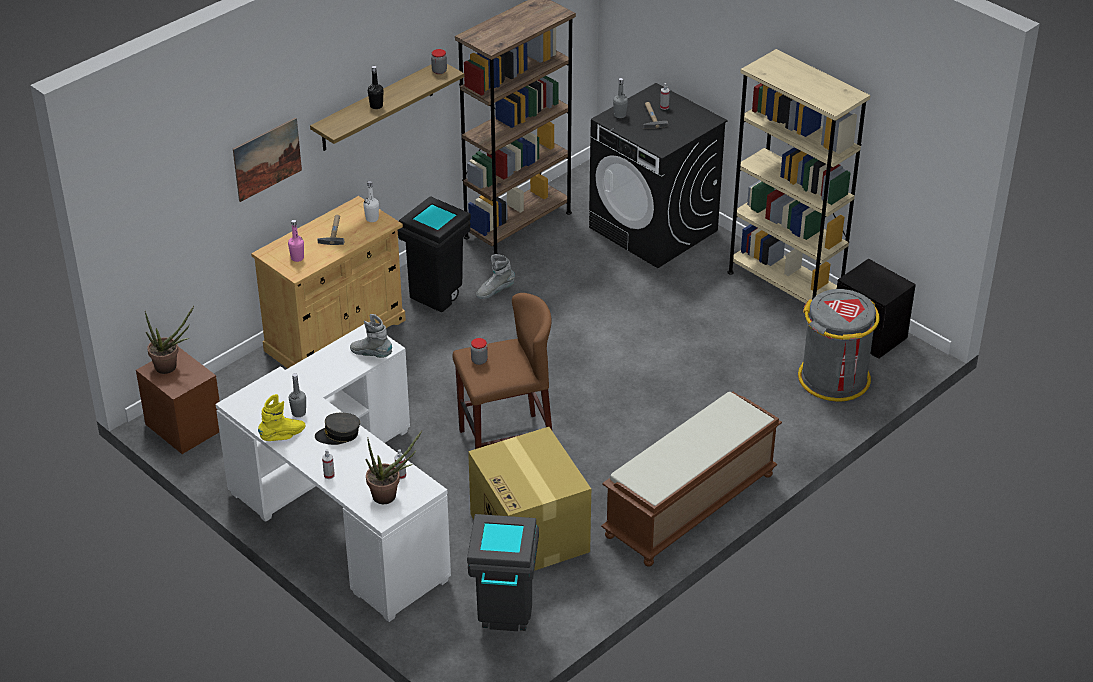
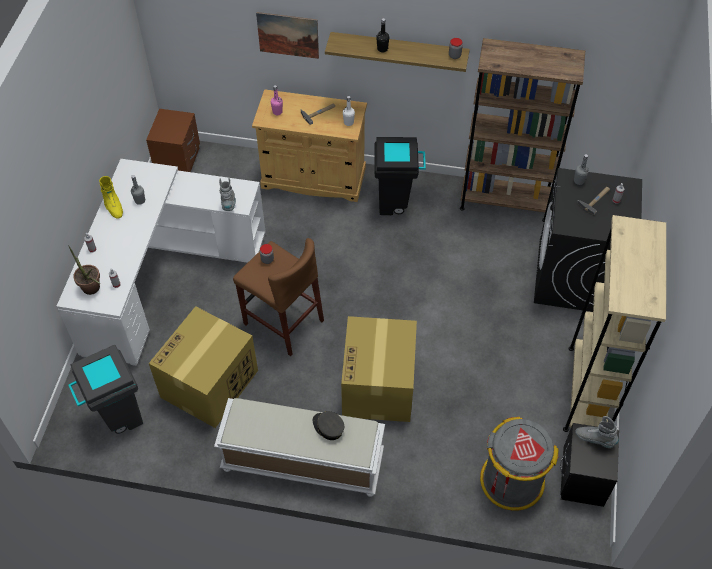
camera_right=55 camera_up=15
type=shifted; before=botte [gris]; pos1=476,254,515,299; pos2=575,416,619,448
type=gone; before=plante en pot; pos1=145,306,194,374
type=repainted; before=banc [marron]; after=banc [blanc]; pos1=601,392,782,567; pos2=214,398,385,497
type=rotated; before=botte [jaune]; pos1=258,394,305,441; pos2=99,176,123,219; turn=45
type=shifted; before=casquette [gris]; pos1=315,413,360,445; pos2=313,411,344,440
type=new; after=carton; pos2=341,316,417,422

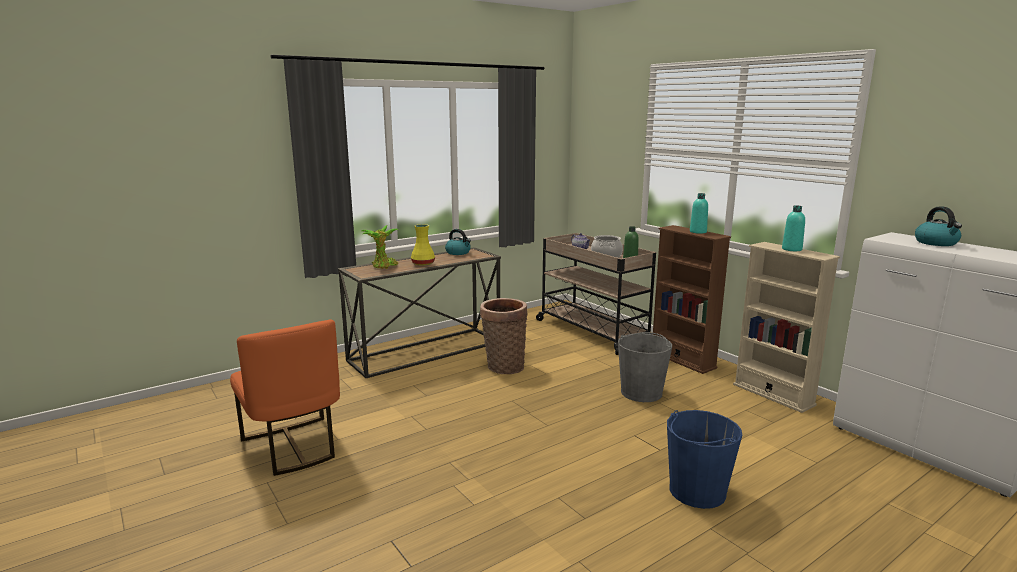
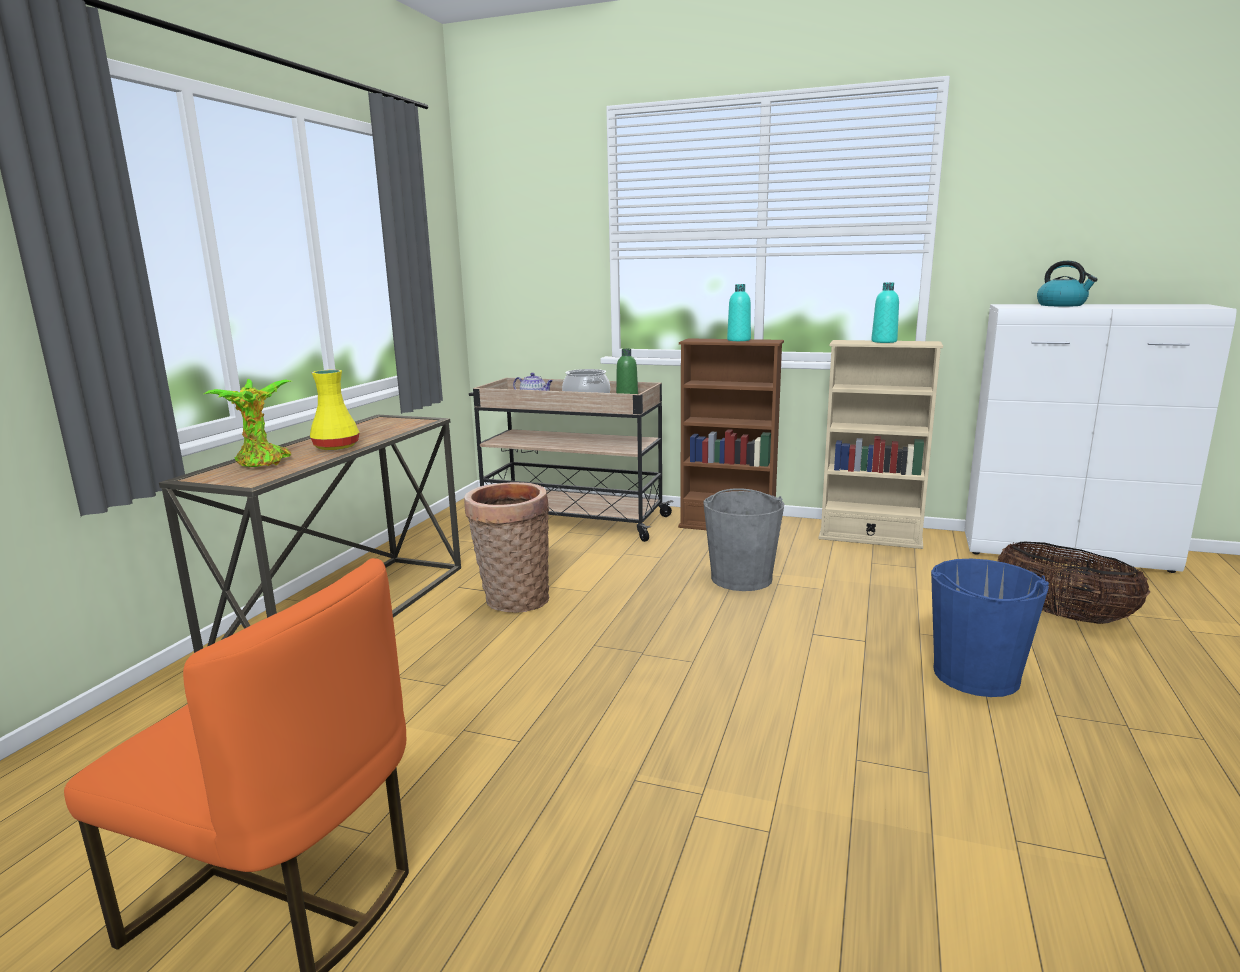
camera_right=-35 camera_up=0
type=gone; before=bouilloire; pos1=445,229,471,255
type=new; after=panier; pos2=998,542,1150,624

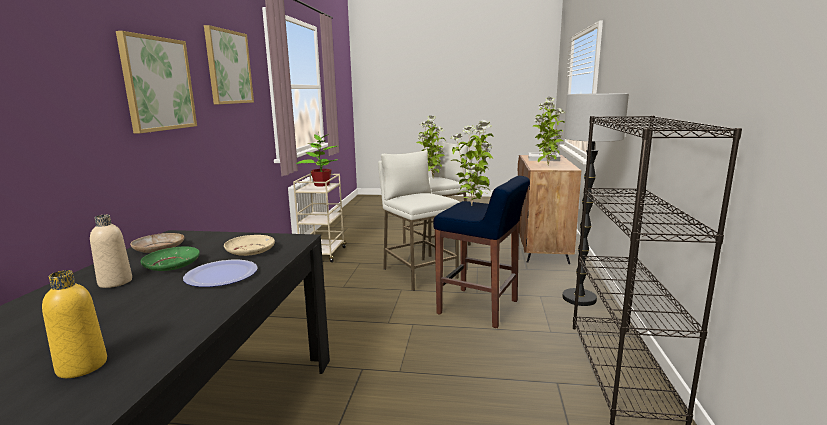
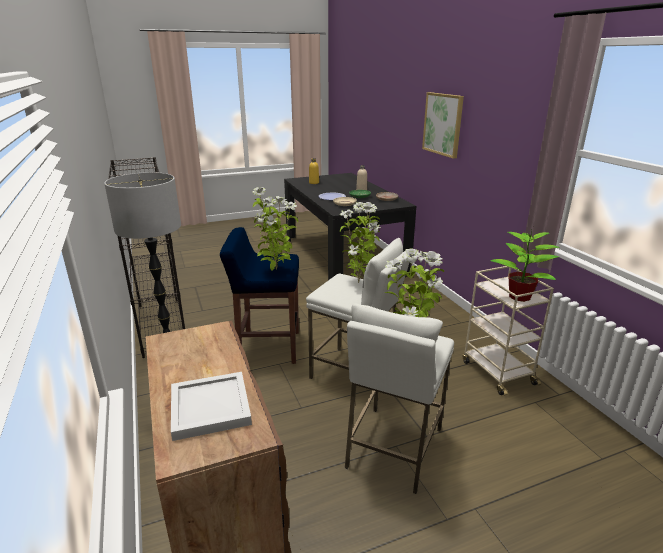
camera_right=150 camera_up=10
type=gone; before=tableau; pos1=204,25,254,104
type=shifted; before=plante en pot; pos1=532,97,565,166; pos2=339,202,381,283

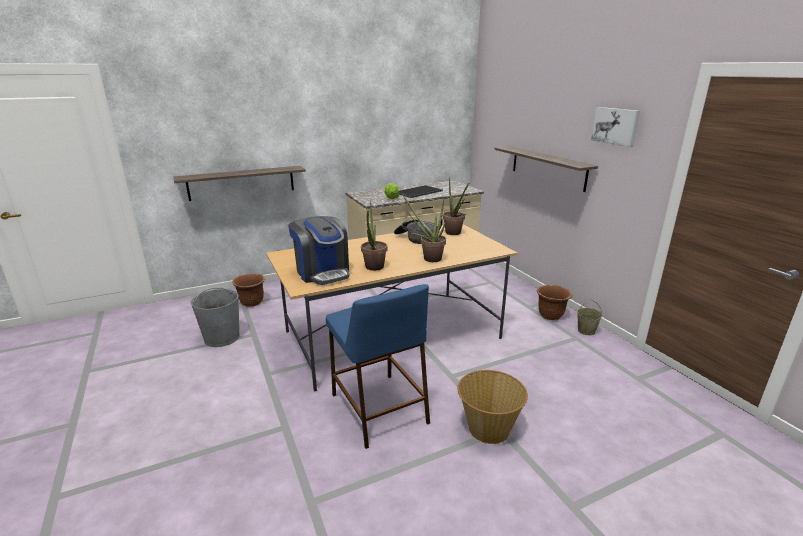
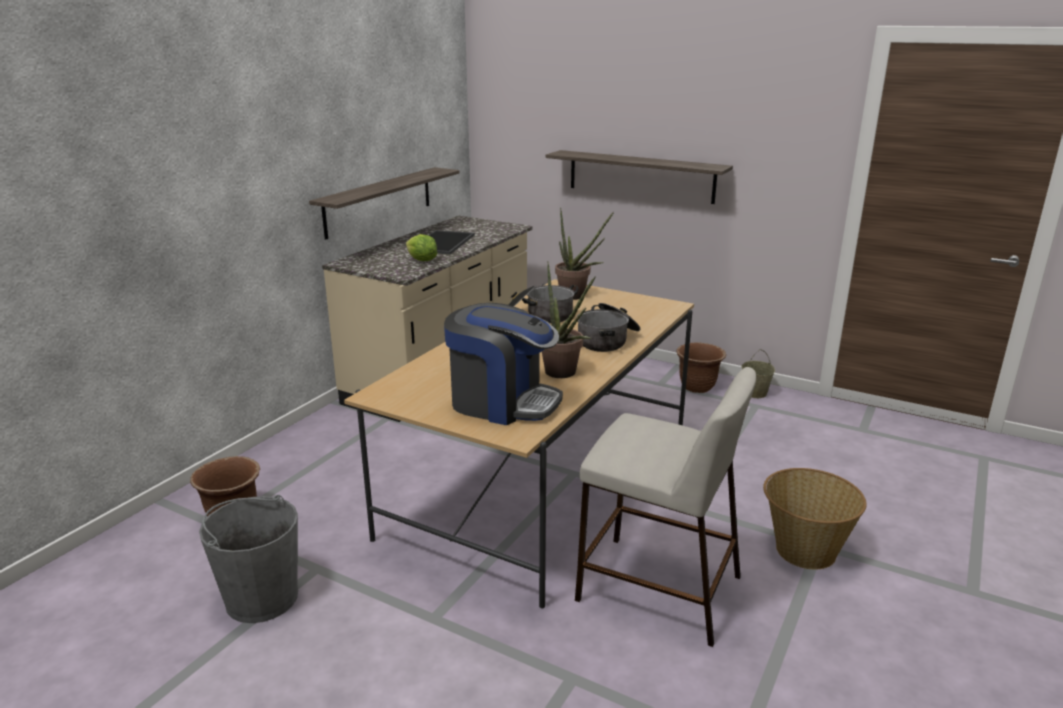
camera_right=-35 camera_up=0
type=gone; before=tableau; pos1=591,107,640,147
type=shifted; before=étagère; pos1=174,166,306,201; pos2=309,167,460,240
type=swapped; before=plante en pot; after=marmite; pos1=402,194,446,262; pos2=577,303,640,352
type=repainted; before=tabouret [bleu]; after=tabouret [beige]; pos1=326,284,430,449; pos2=575,367,756,647

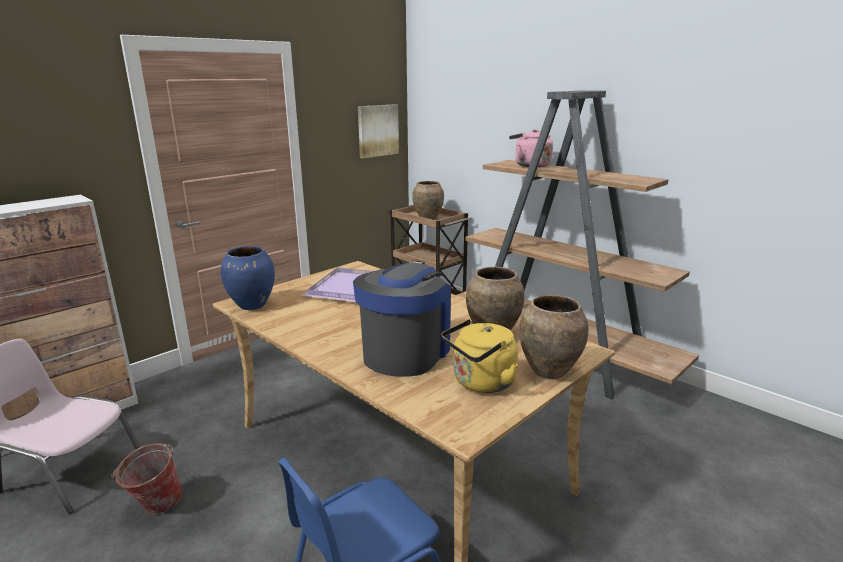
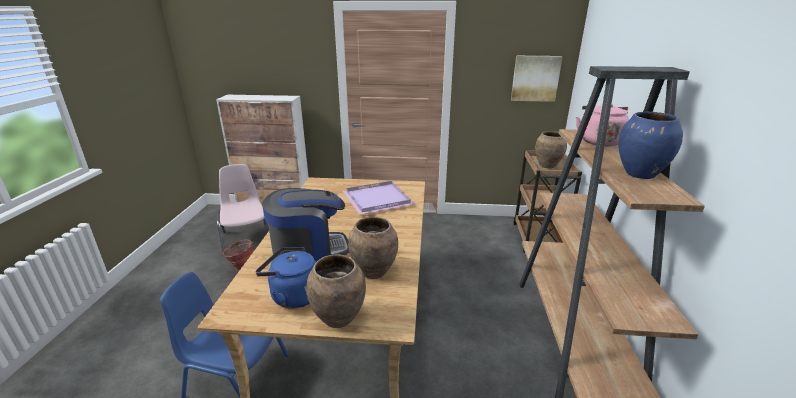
camera_right=50 camera_up=5
type=shifted; before=vase [bleu]; pos1=221,246,275,310; pos2=618,112,683,179
type=repainted; before=bouilloire [jaune]; after=bouilloire [bleu]; pos1=441,319,518,393; pos2=256,247,316,309

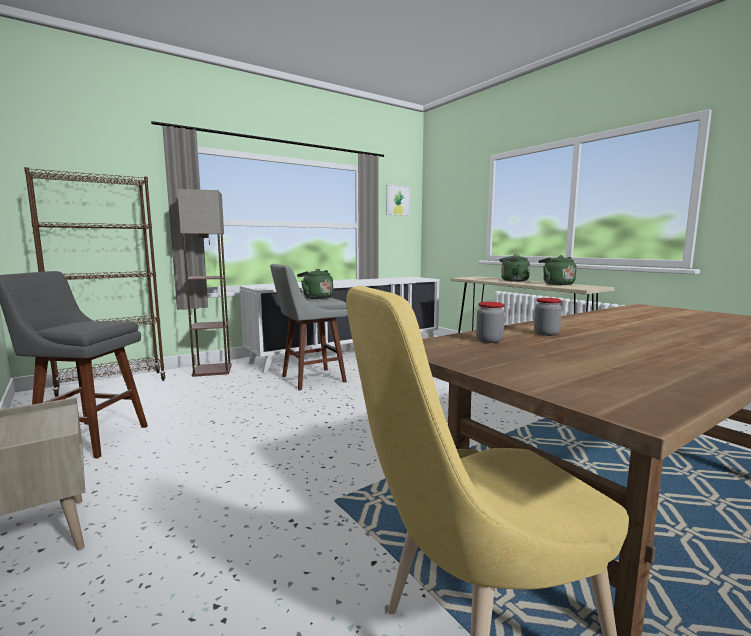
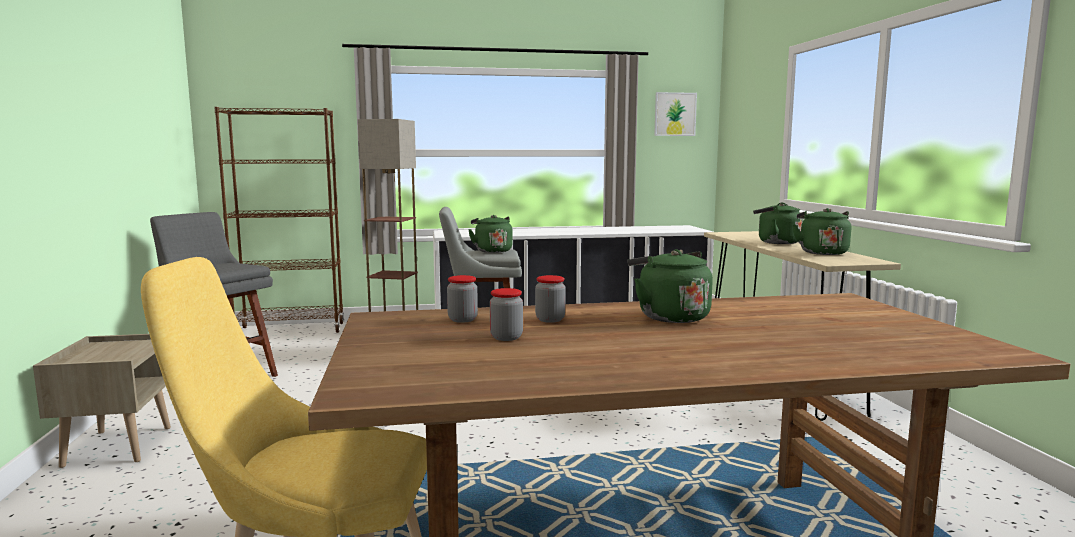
camera_right=25 camera_up=0
type=new; after=bouilloire [vert]; pos2=628,249,713,323
type=new; after=bocal; pos2=490,288,523,341

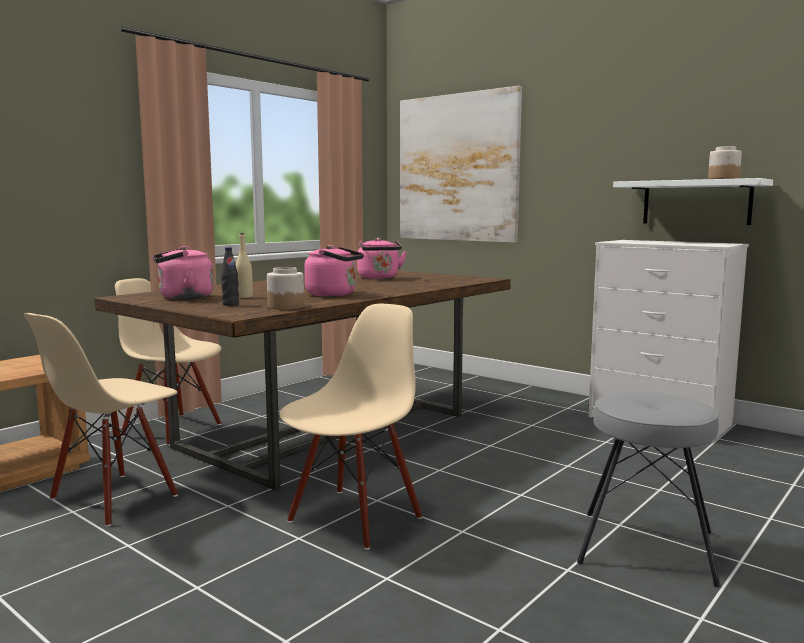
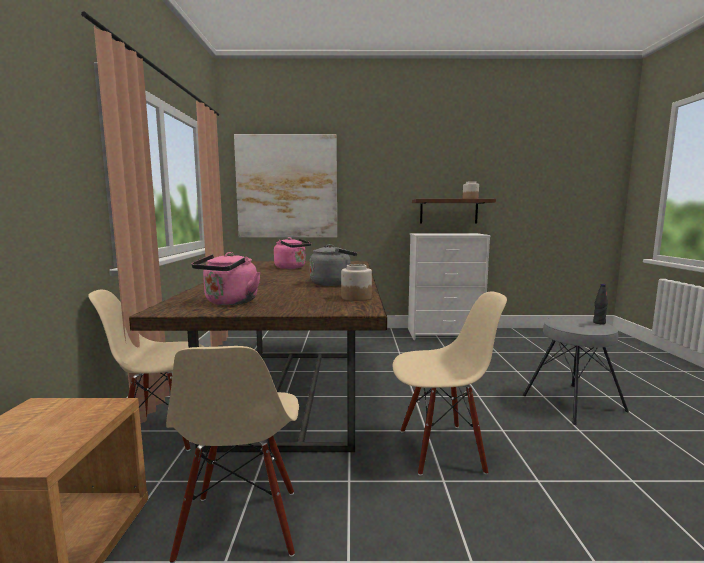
camera_right=-40 camera_up=0
type=repainted; before=étagère [blanc]; after=étagère [marron]; pos1=613,178,773,225; pos2=412,199,496,224
type=gone; before=bouteille [beige]; pos1=236,233,253,298
type=repainted; before=bouilloire [rose]; after=bouilloire [gris]; pos1=304,245,364,297; pos2=310,244,357,286
type=shifted; before=bouteille [noir]; pos1=221,247,239,306; pos2=593,284,608,324
type=rotated; before=chaise [beige]; pos1=280,304,422,550; pos2=393,291,507,476; turn=90

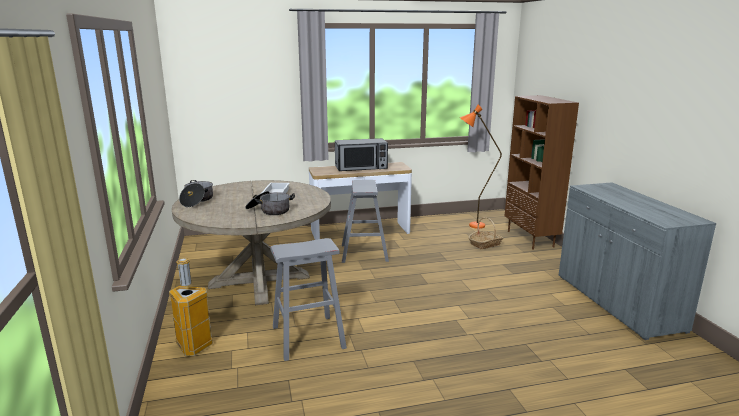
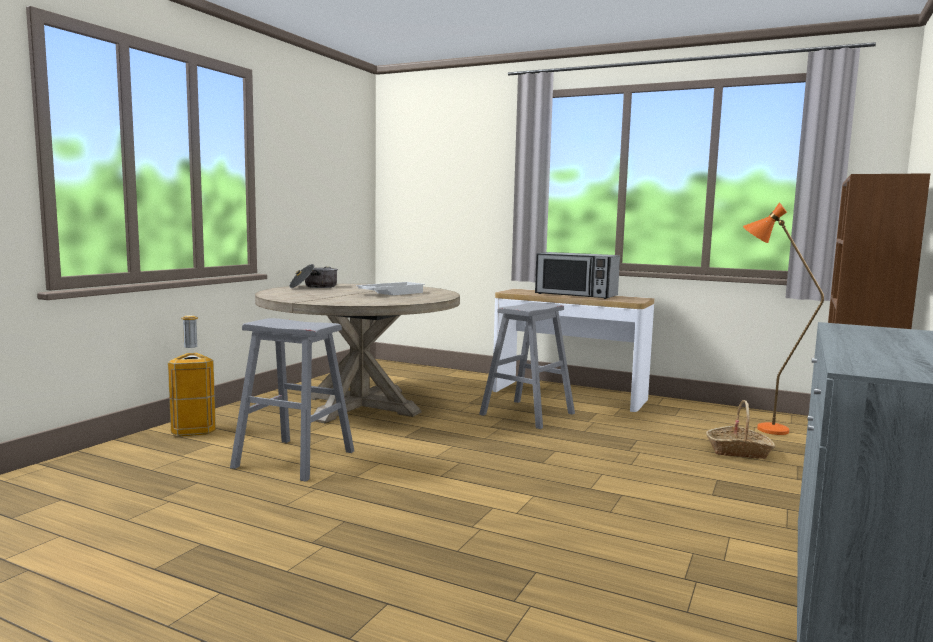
camera_right=40 camera_up=-10
type=gone; before=marmite; pos1=245,191,295,215

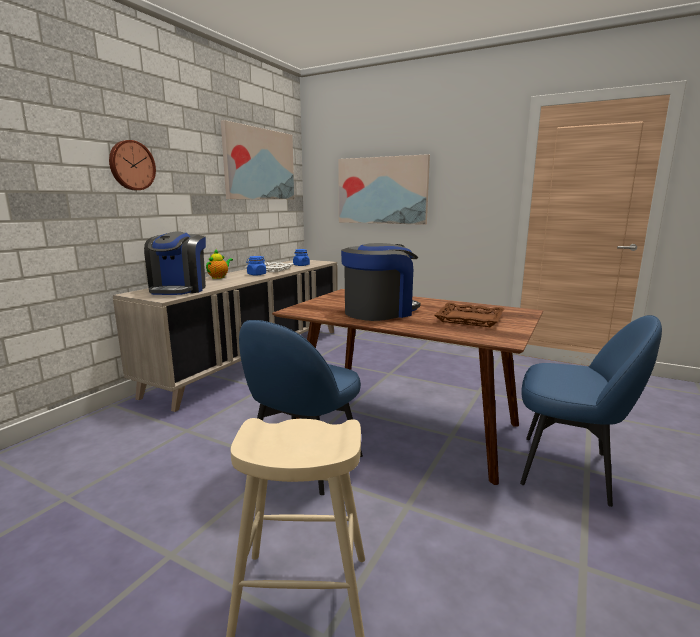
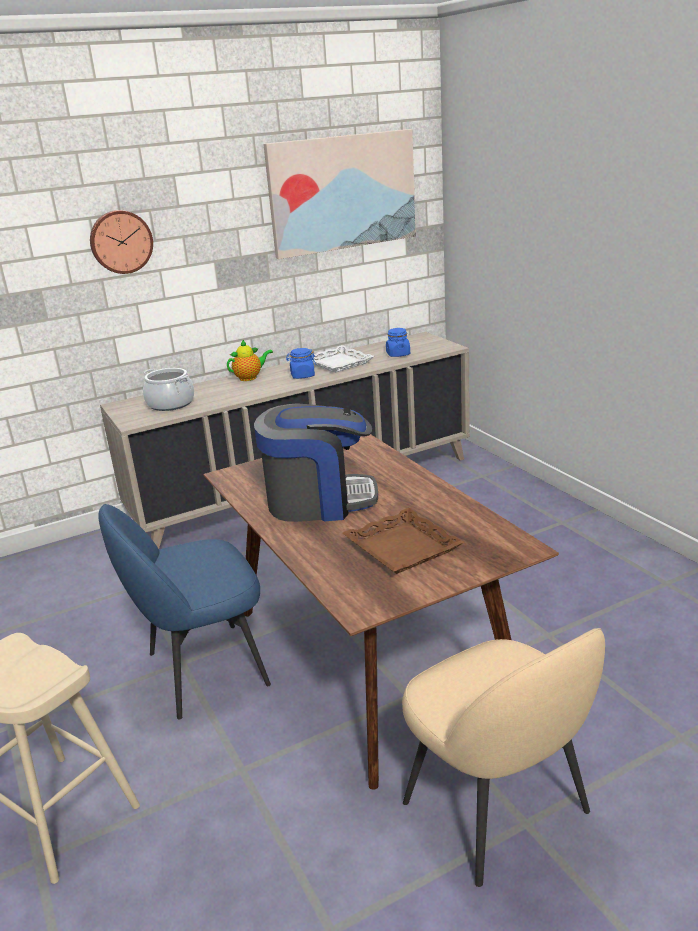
camera_right=35 camera_up=10
type=gone; before=tableau; pos1=338,154,430,225
type=swapped; before=machine à café; after=marmite; pos1=144,232,206,295; pos2=143,368,194,411
type=repainted; before=chaise [bleu]; after=chaise [beige]; pos1=520,315,662,507; pos2=402,628,605,887

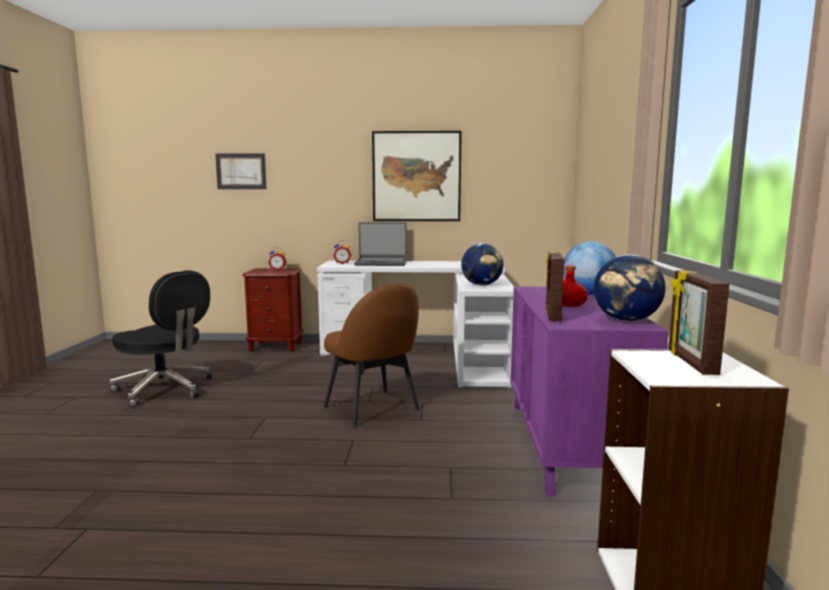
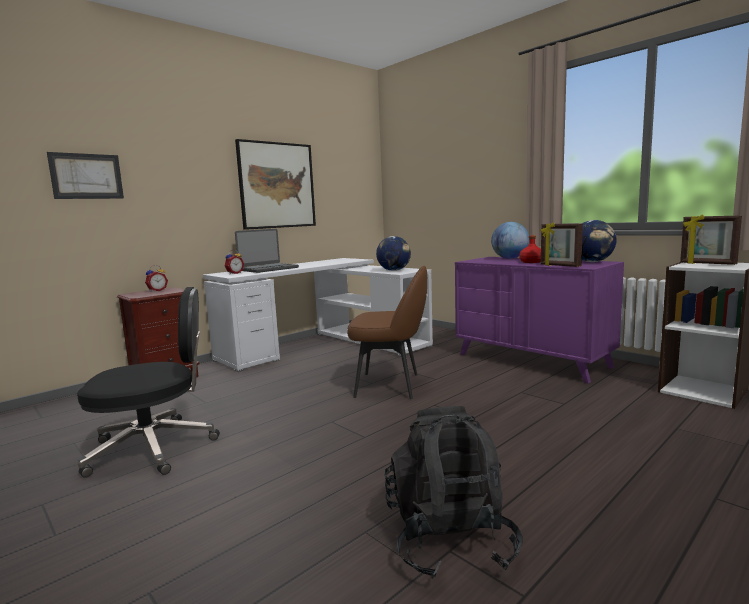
camera_right=-45 camera_up=0
type=new; after=sac à dos [noir]; pos2=385,406,523,579

